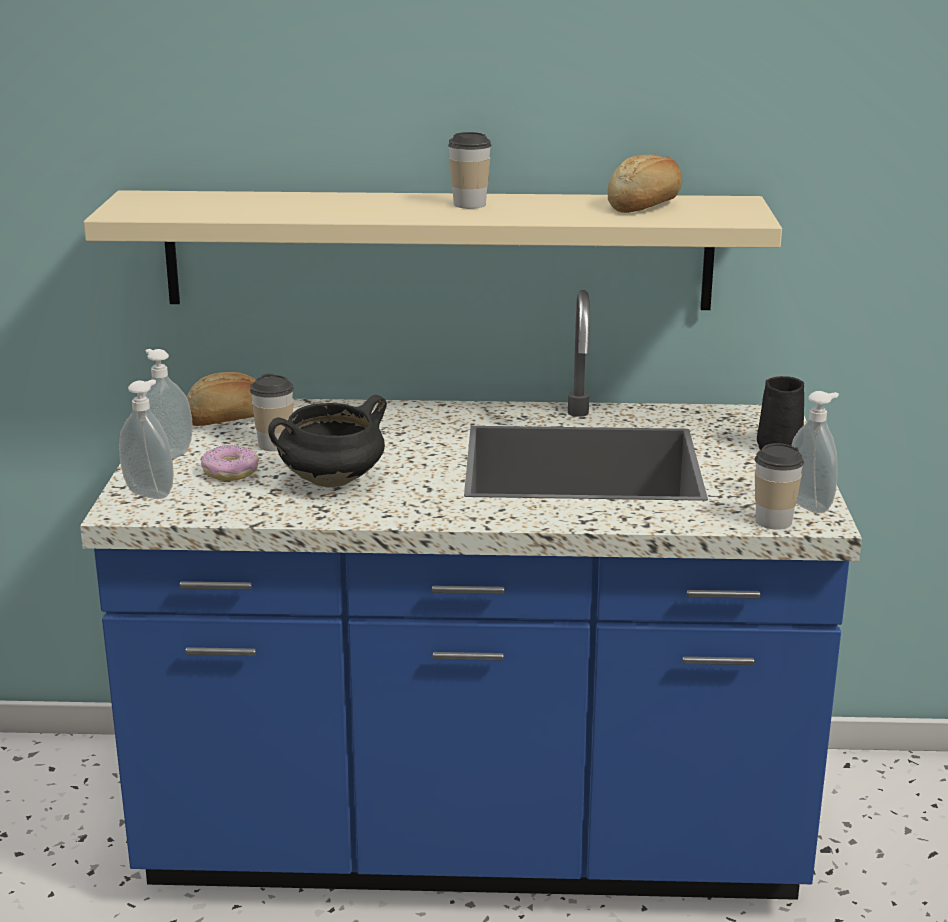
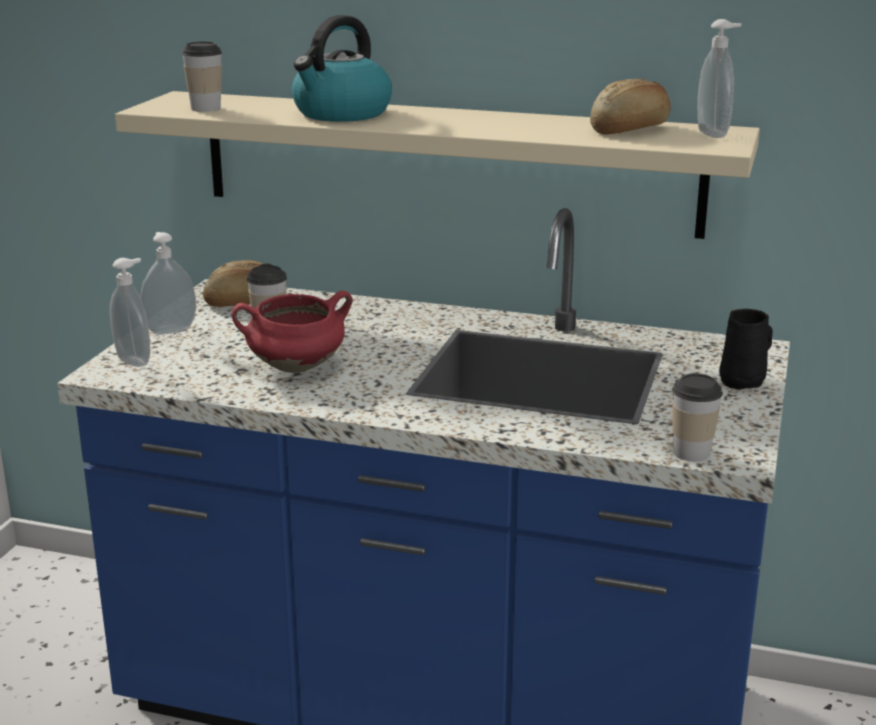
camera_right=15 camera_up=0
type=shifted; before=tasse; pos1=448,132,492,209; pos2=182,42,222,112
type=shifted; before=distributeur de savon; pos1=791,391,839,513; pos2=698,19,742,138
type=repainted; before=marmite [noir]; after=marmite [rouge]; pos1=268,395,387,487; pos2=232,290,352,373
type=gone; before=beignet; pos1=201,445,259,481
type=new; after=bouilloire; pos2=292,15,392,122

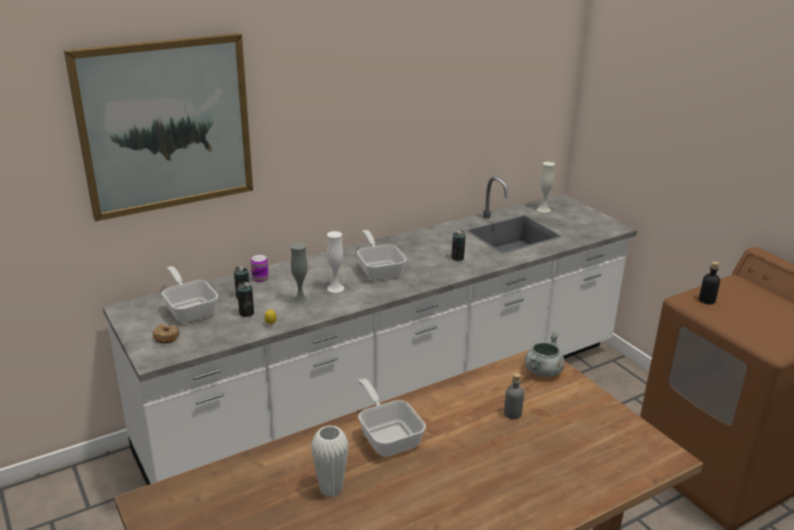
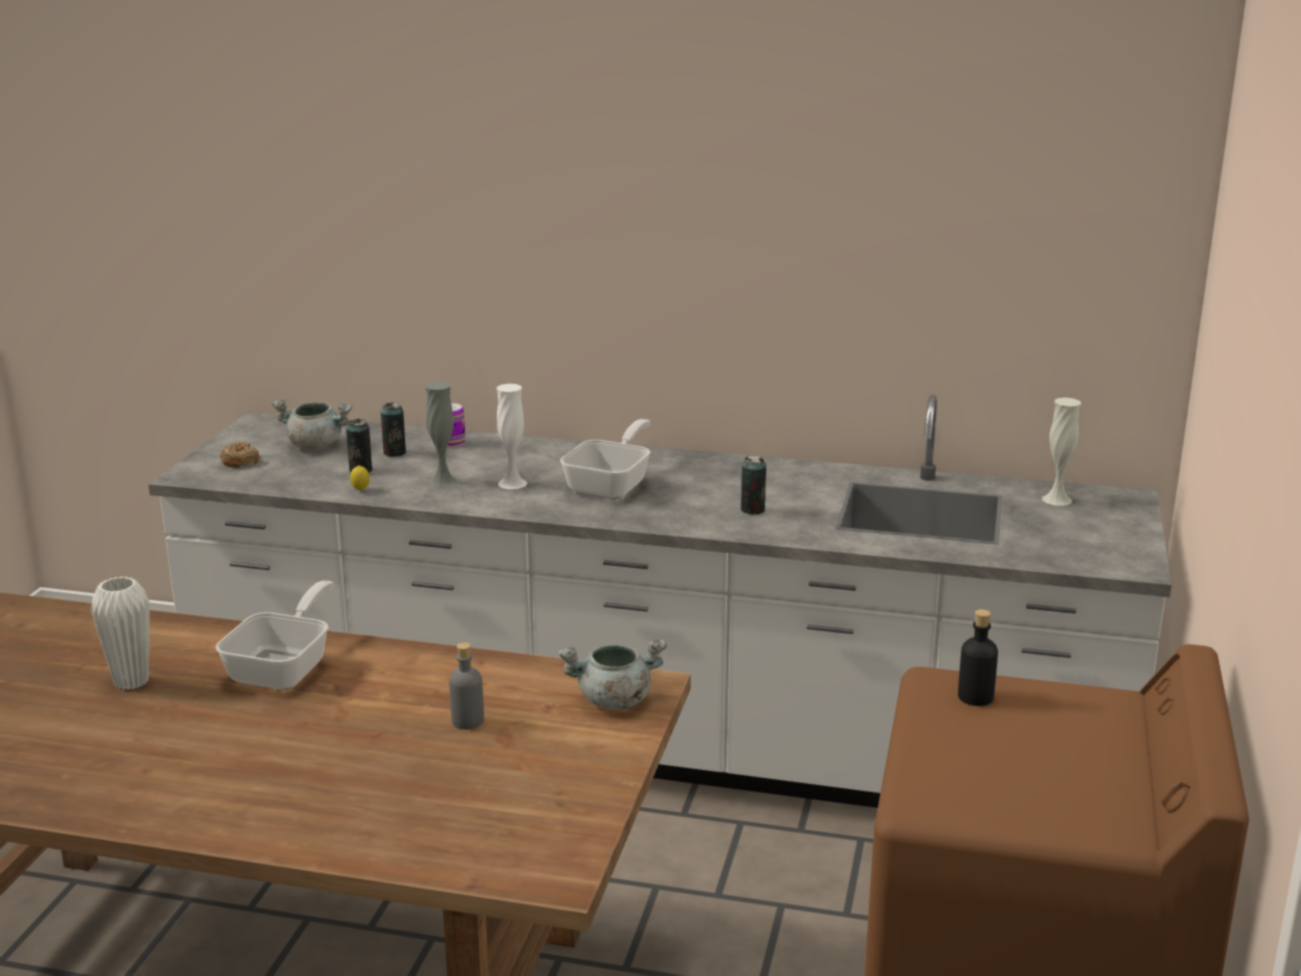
camera_right=45 camera_up=-5
type=gone; before=tableau; pos1=64,33,253,221
type=swapped; before=poêle; after=marmite [gris]; pos1=162,266,218,323; pos2=272,399,352,449

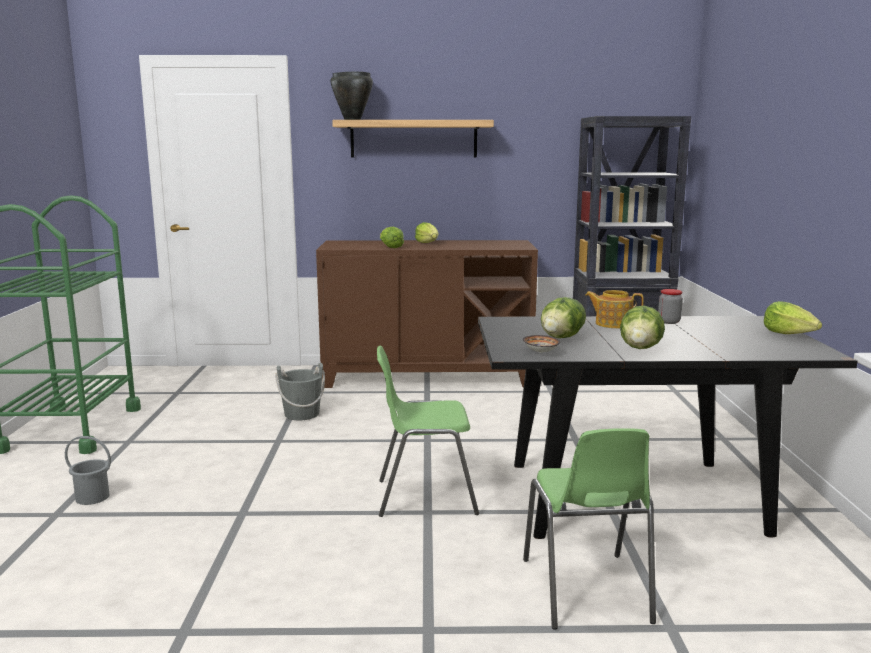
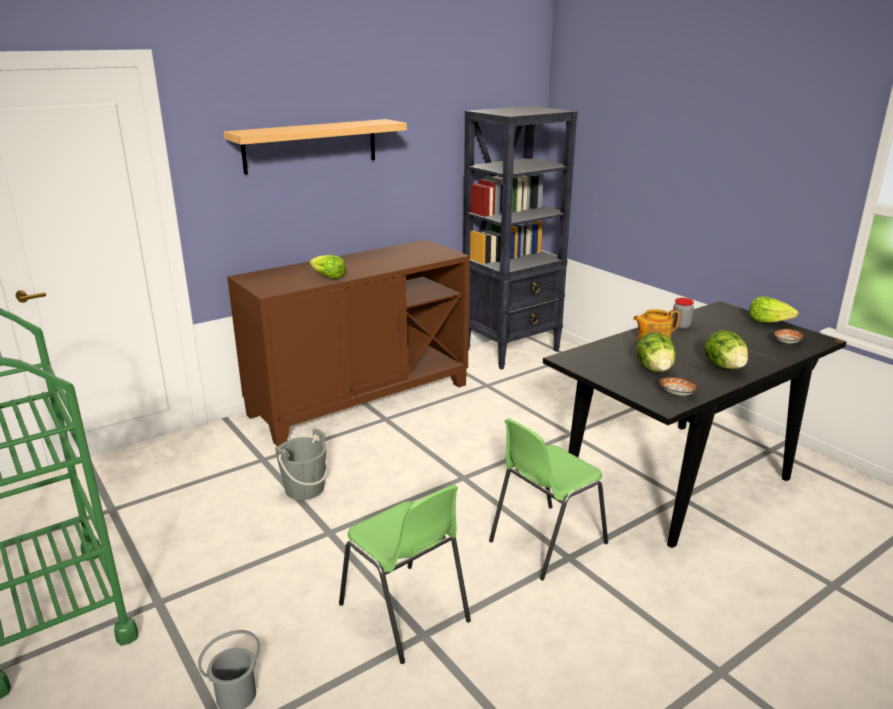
camera_right=-35 camera_up=10
type=gone; before=marmite [noir]; pos1=330,71,373,120
type=gone; before=laitue; pos1=415,222,439,243
type=shifted; before=chaise [vert]; pos1=523,428,656,629; pos2=339,485,471,664
type=new; after=bol; pos2=773,329,805,344

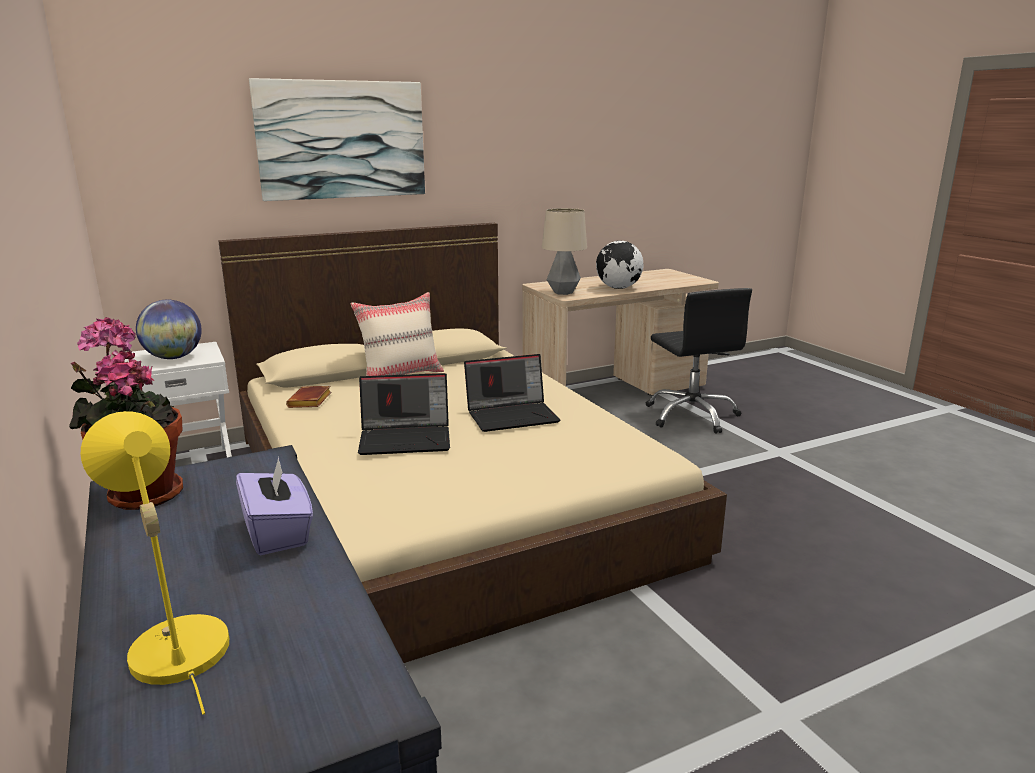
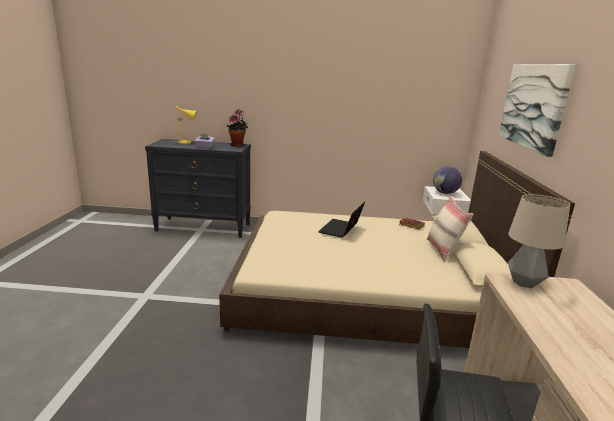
camera_right=120 camera_up=0
type=gone; before=globe; pos1=596,241,643,289
type=gone; before=ordinateur portable; pos1=464,354,560,432

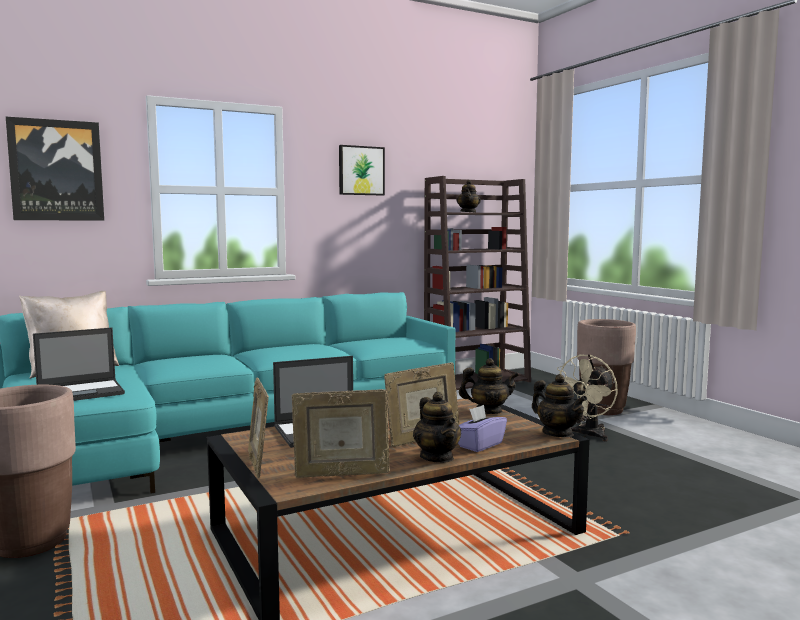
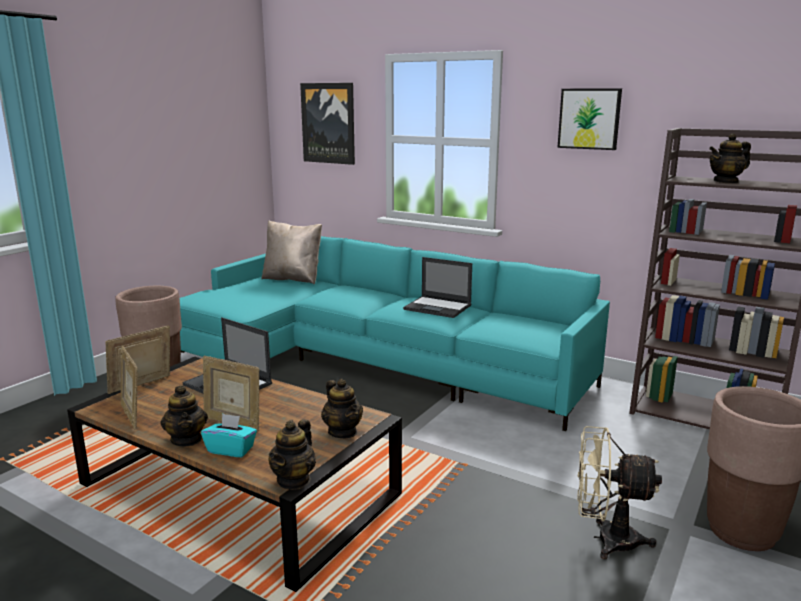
camera_right=60 camera_up=10
type=shifted; before=ordinateur portable; pos1=33,328,125,401; pos2=403,257,472,318
type=rotated; before=théière; pos1=413,392,461,463; pos2=160,385,208,447; turn=-60
type=repainted; before=boîte à mouchoirs [violet]; after=boîte à mouchoirs [turquoise]; pos1=458,405,507,452; pos2=201,413,257,457

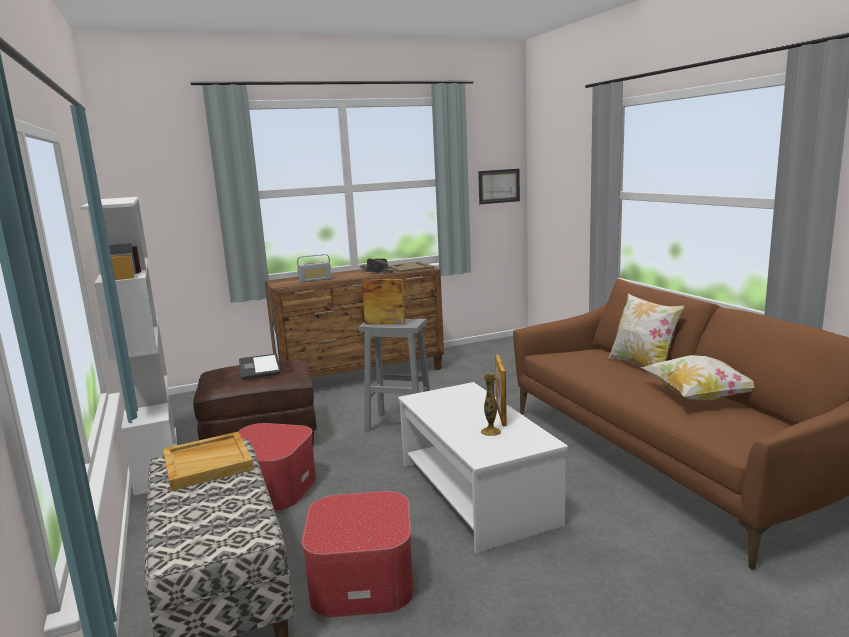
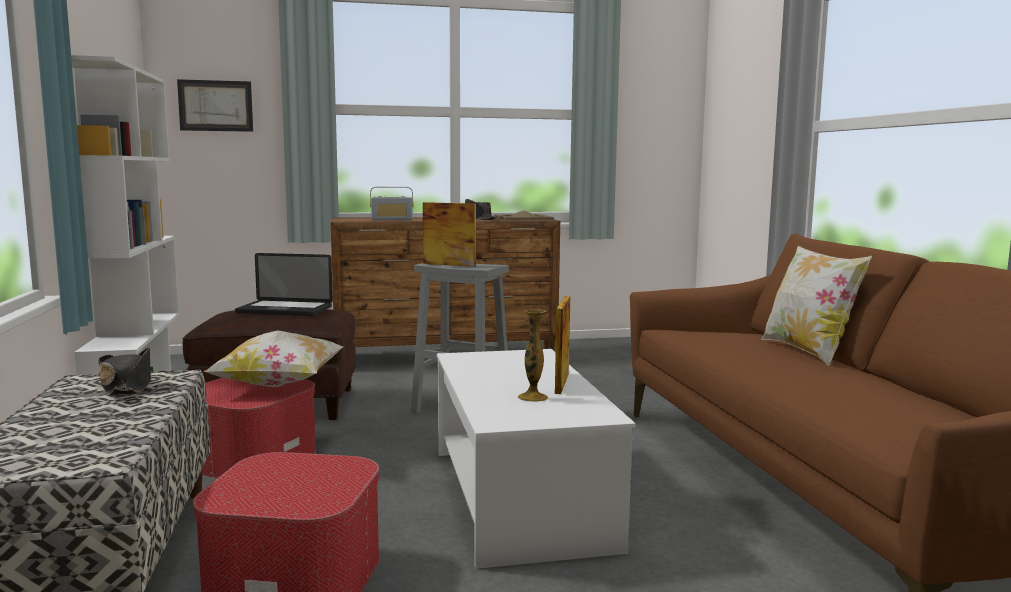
camera_right=10 camera_up=-5
type=shifted; before=tableau; pos1=478,169,520,204; pos2=177,79,253,132
type=rotated; before=ordinateur portable; pos1=239,320,281,380; pos2=235,253,333,316; turn=-75
type=shifted; before=coussin; pos1=641,355,754,400; pos2=203,330,343,387
type=swapped; before=plateau [beige]; after=chapeau [noir]; pos1=163,432,254,491; pos2=98,347,151,395

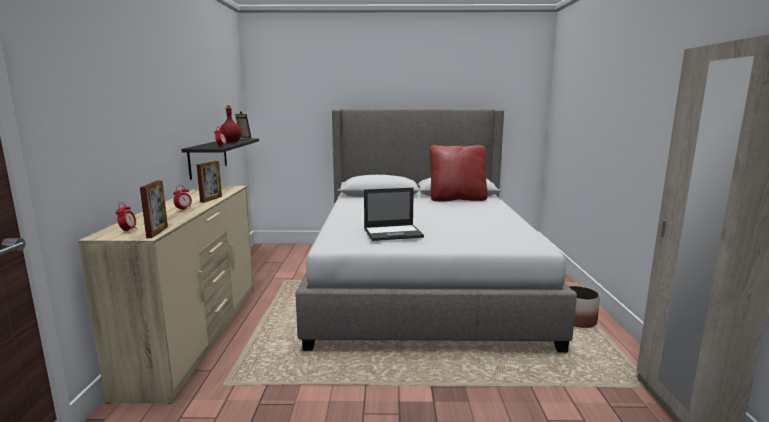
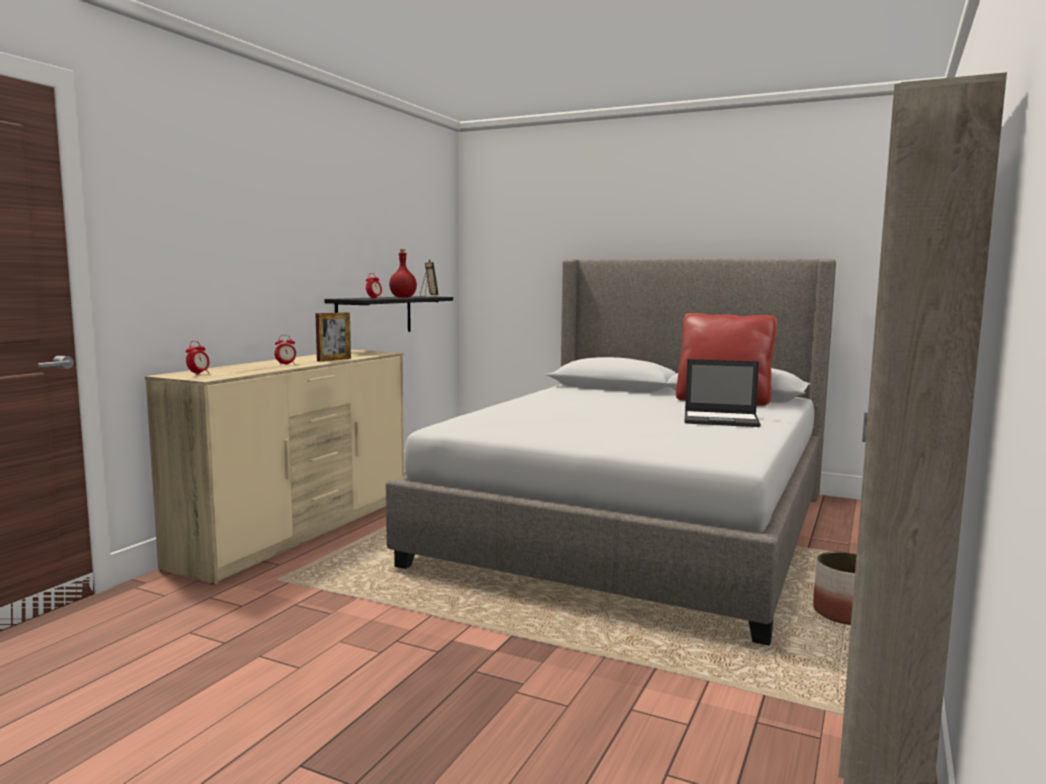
camera_right=25 camera_up=-5
type=gone; before=cadre photo; pos1=140,180,168,238
type=shifted; before=ordinateur portable; pos1=364,188,424,241; pos2=684,359,760,427

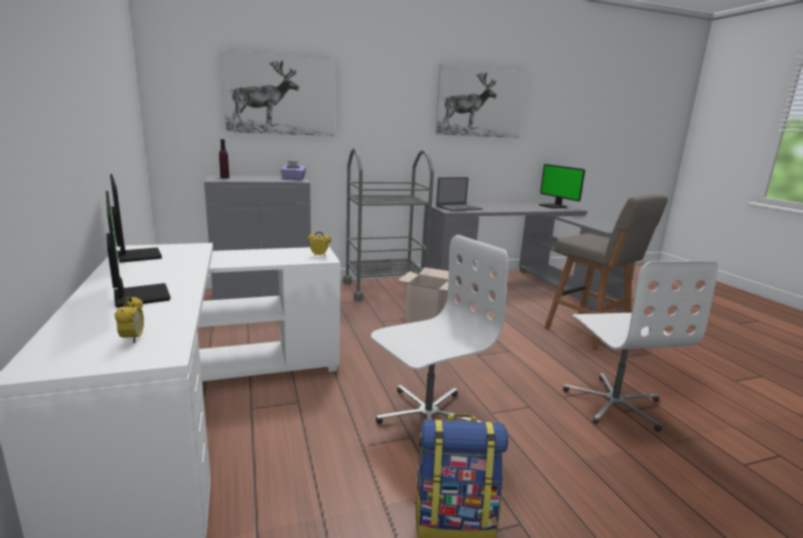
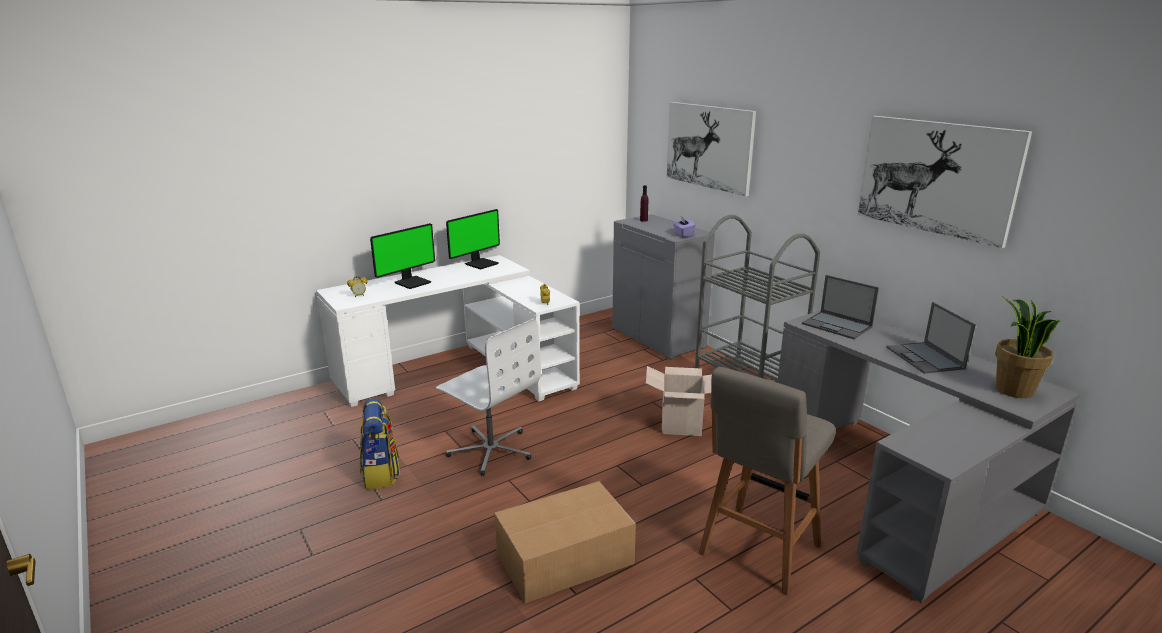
camera_right=75 camera_up=5
type=swapped; before=écran d'ordinateur; after=plante en pot; pos1=539,164,585,209; pos2=995,296,1060,398
type=swapped; before=chaise de bureau [blanc]; after=carton; pos1=563,261,718,432; pos2=494,481,636,604
type=new; after=ordinateur portable; pos2=886,302,976,374

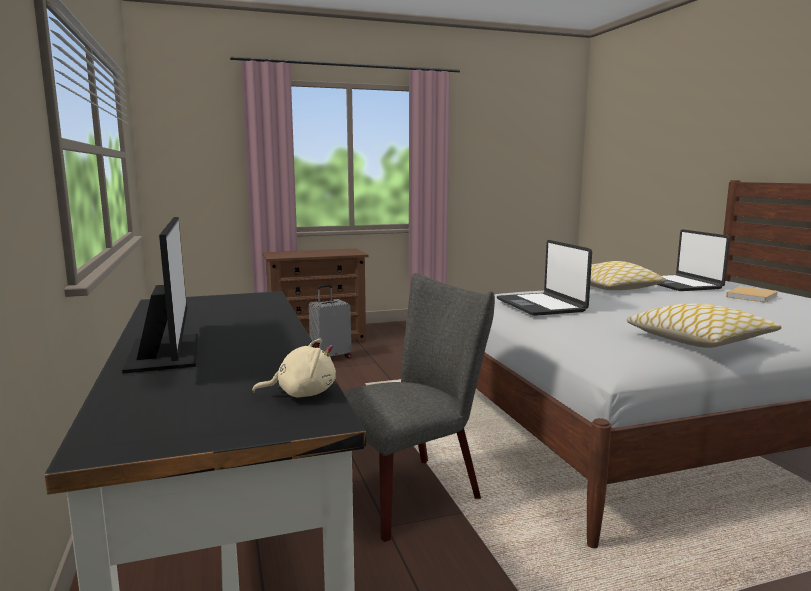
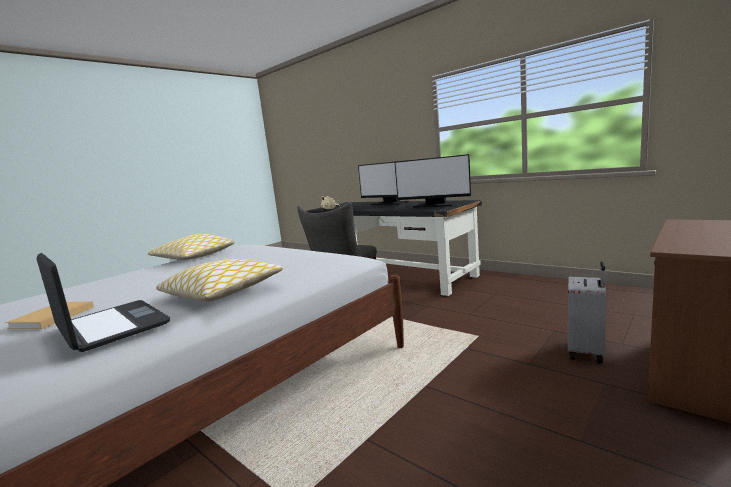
camera_right=150 camera_up=0
type=gone; before=ordinateur portable; pos1=497,240,592,316
type=new; after=écran d'ordinateur; pos2=395,154,471,208

